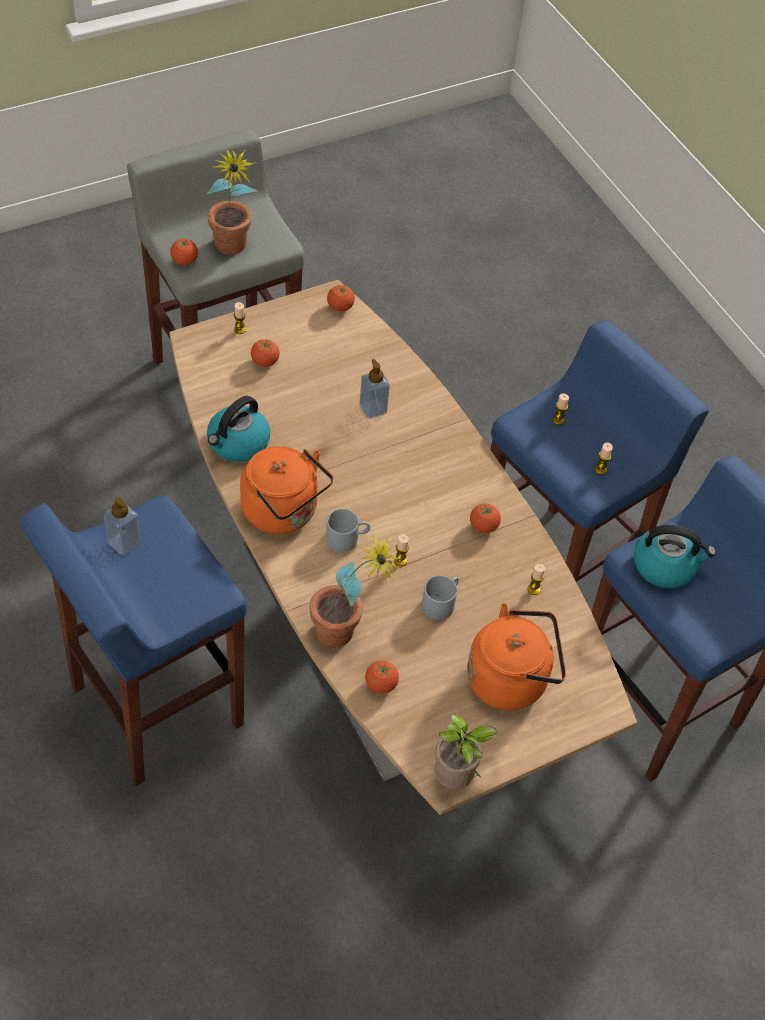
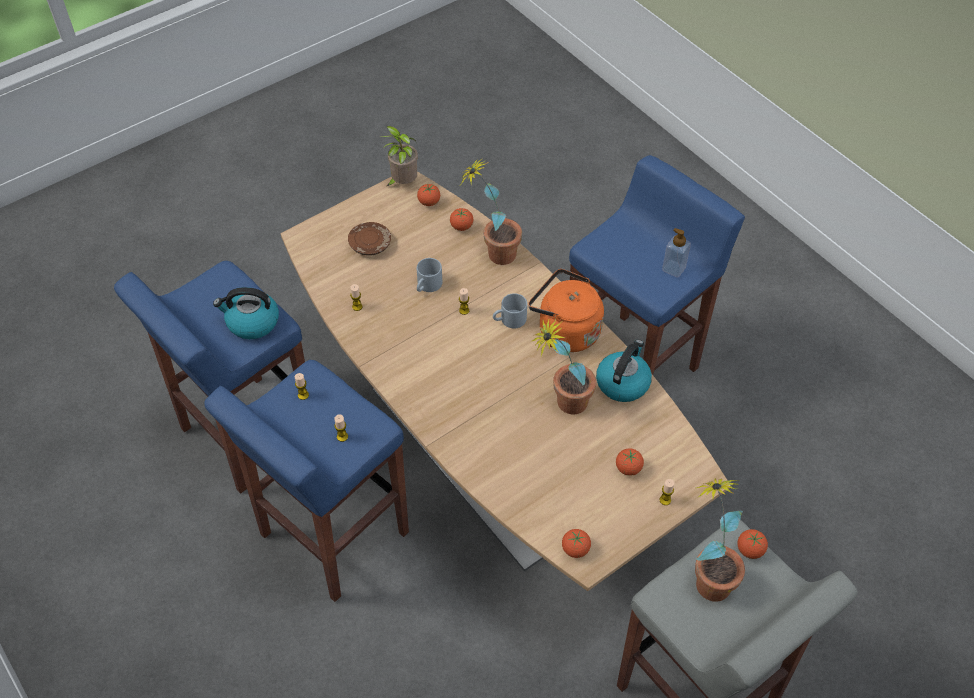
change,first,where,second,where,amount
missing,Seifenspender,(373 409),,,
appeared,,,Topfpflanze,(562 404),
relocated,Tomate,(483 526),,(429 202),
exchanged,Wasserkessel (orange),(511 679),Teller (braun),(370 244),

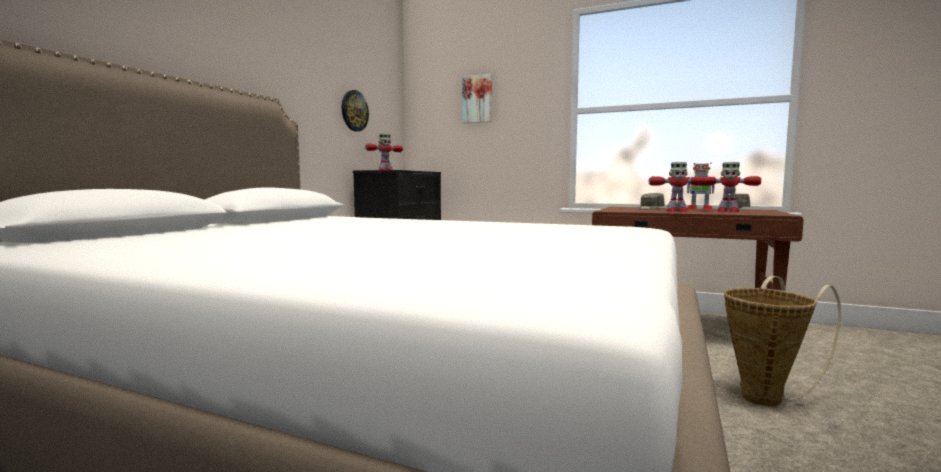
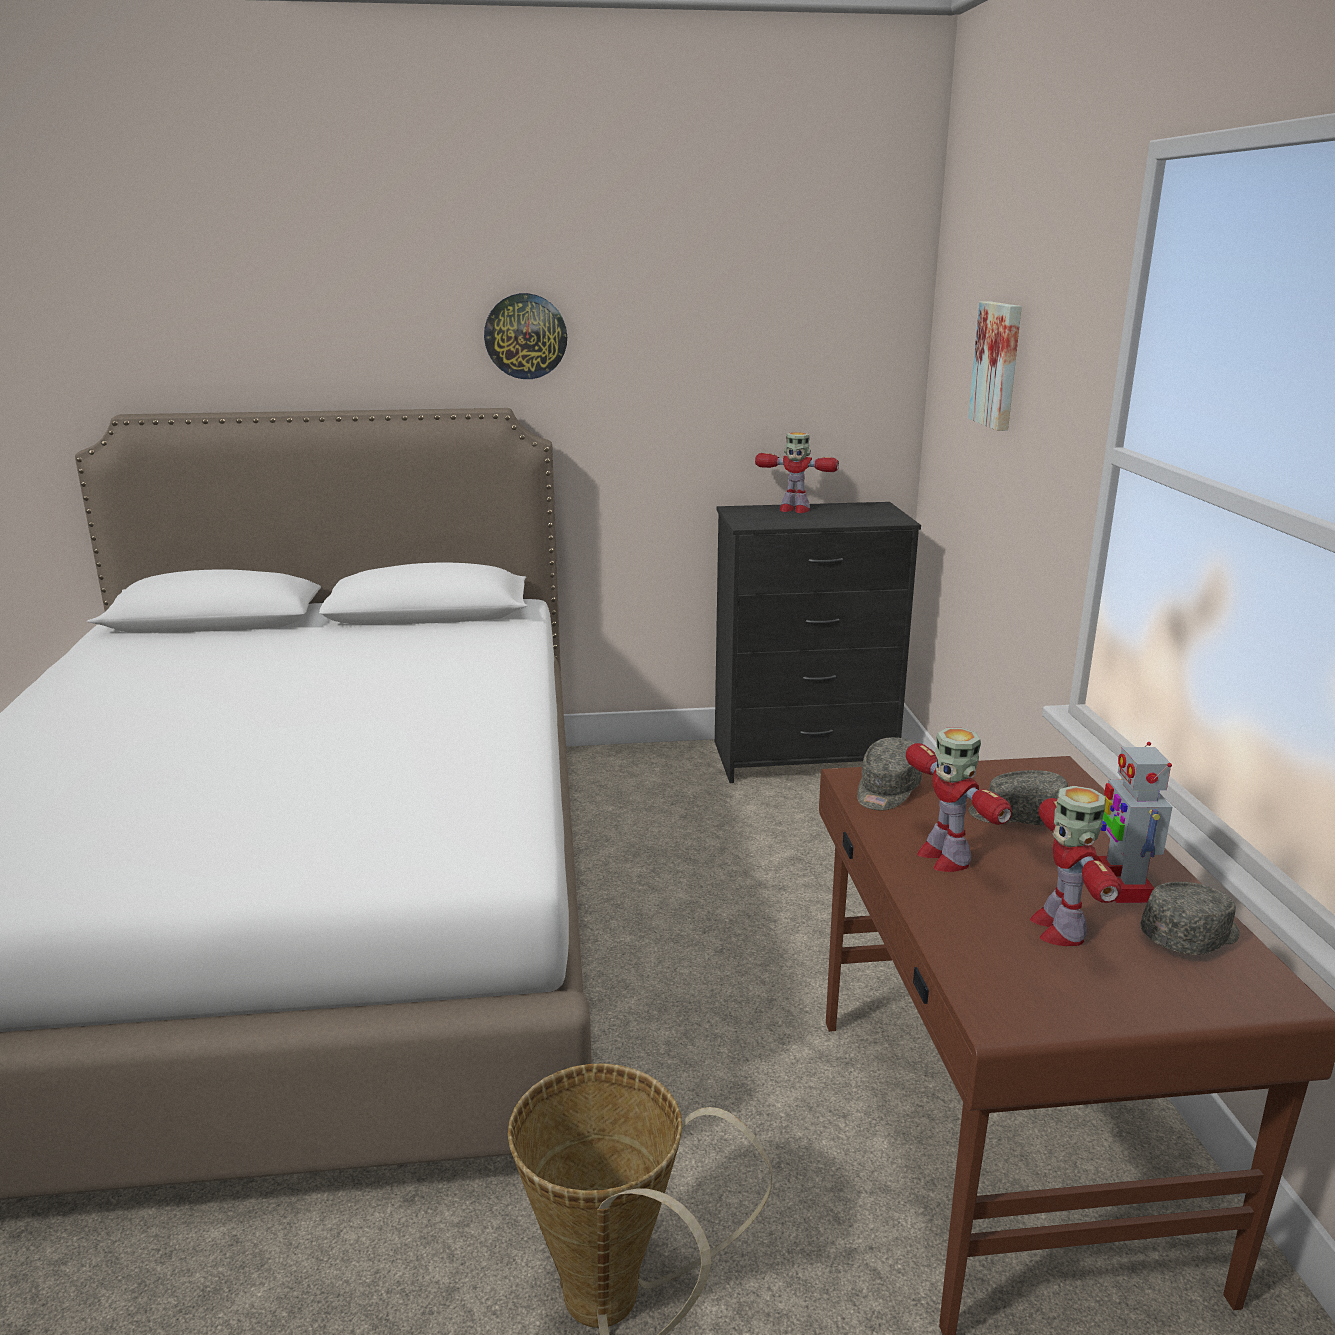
change,first,where,second,where,amount
appeared,,,Kappe (grau),(886 791),
relocated,Wanduhr,(354 111),,(525 336),

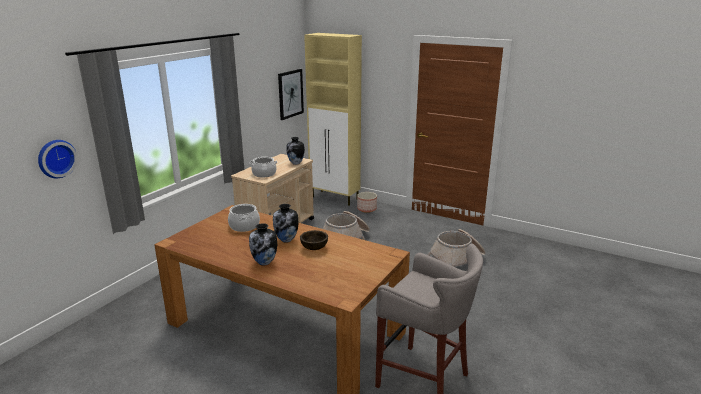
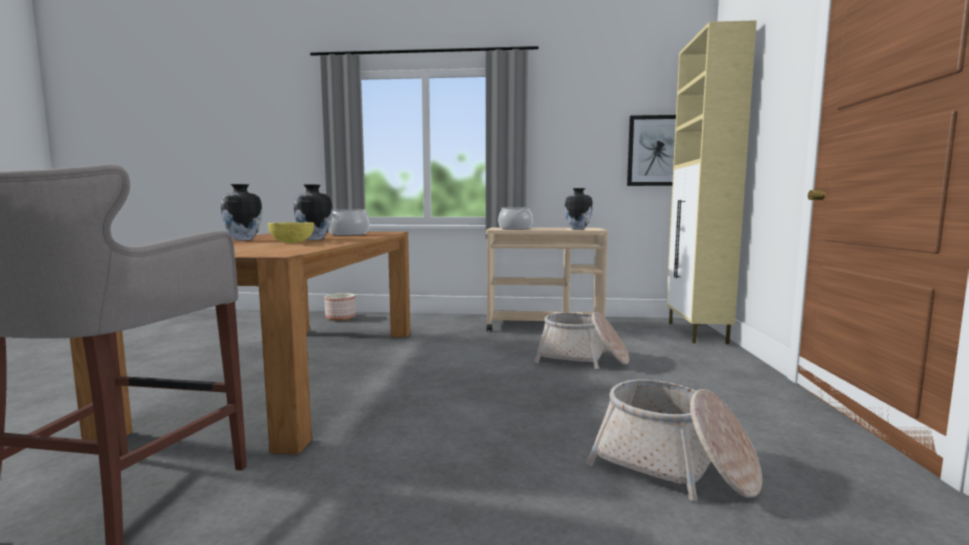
change,first,where,second,where,amount
missing,Wanduhr,(55 158),,,
relocated,Pflanzkübel,(367 209),,(341 317),
colour,Schüssel (braun),(314 247),Schüssel (gelb),(292 243),

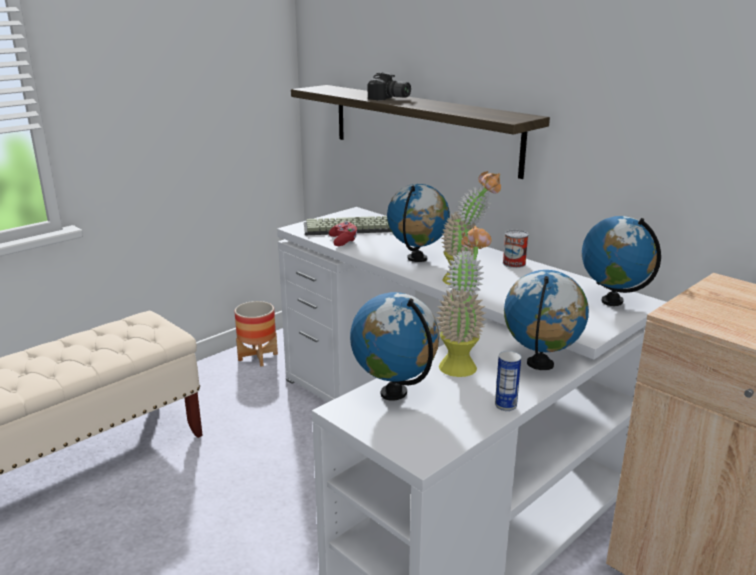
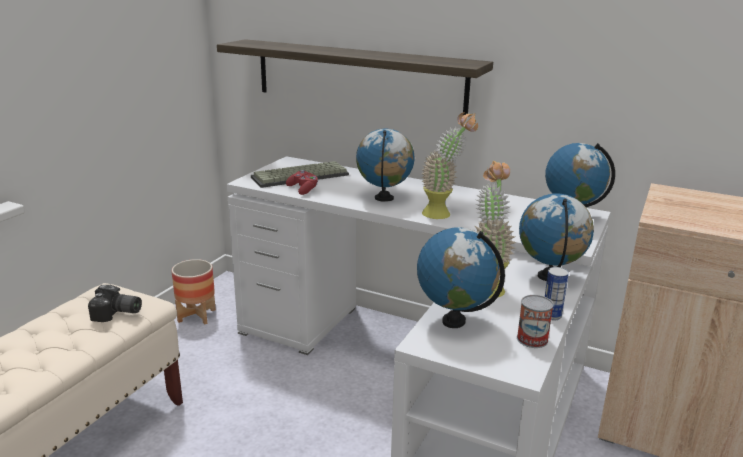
change,first,where,second,where,amount
relocated,Kamera,(389 98),,(117 314),
relocated,Dose,(514 263),,(532 339),

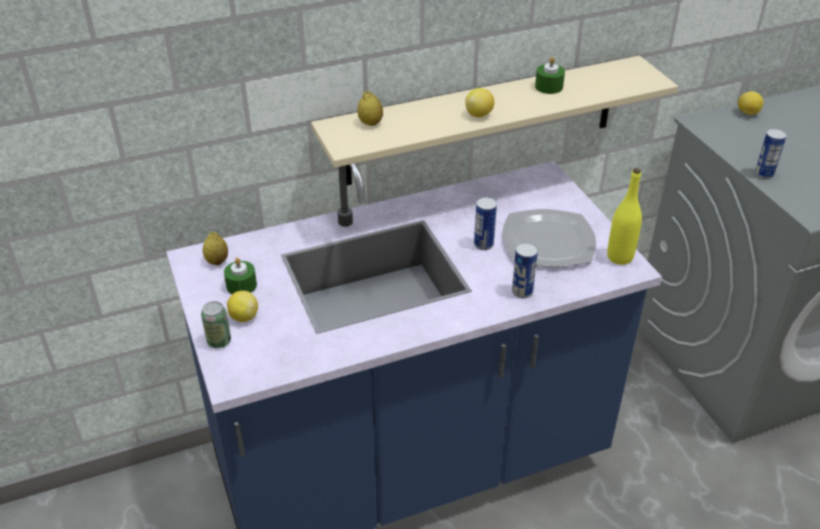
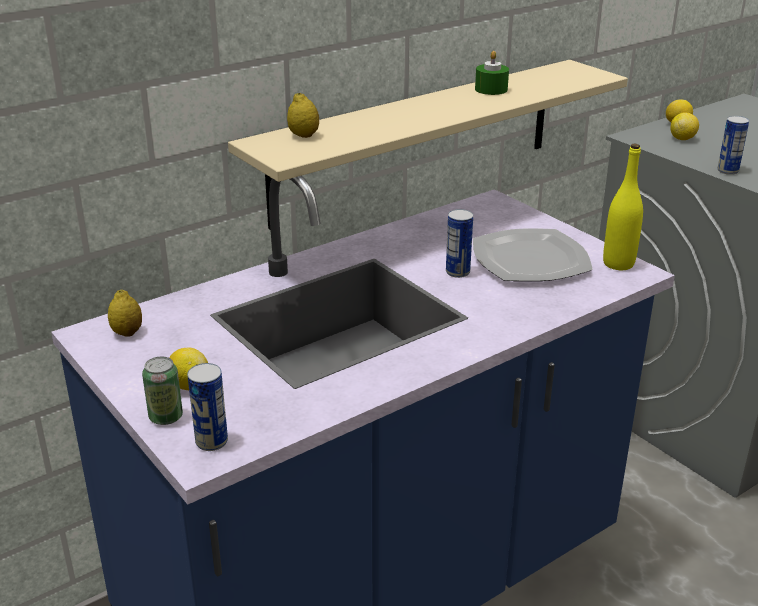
change,first,where,second,where,amount
missing,Kerze (grün),(241 285),,,
relocated,Zitrone,(479 114),,(682 139),
relocated,Dose,(522 292),,(211 442),

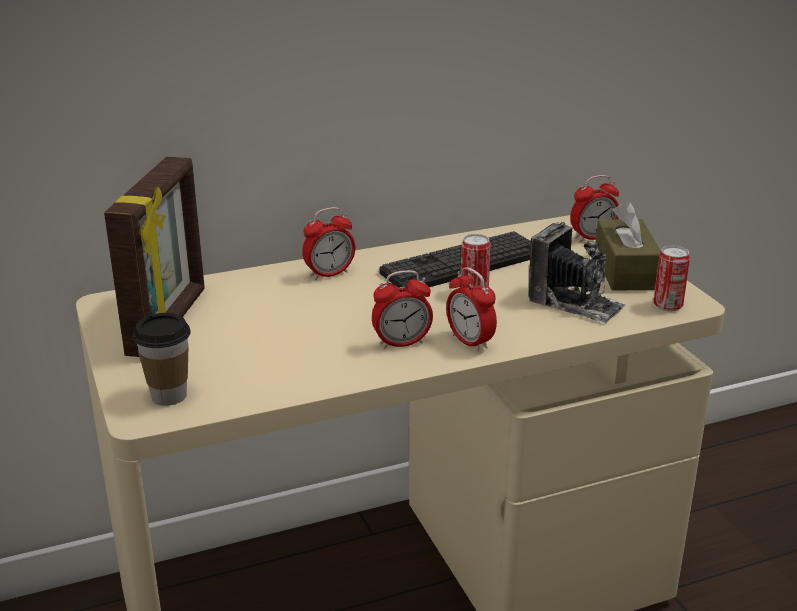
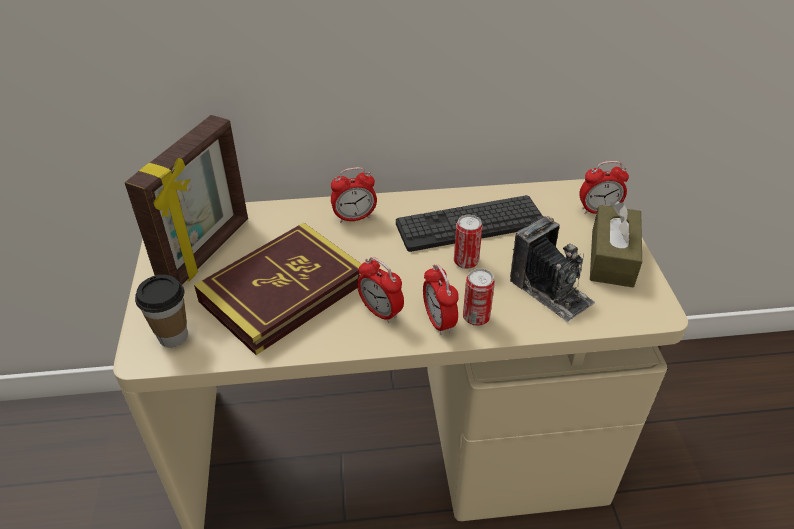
change,first,where,second,where,amount
appeared,,,Buch,(283 292),
relocated,Dose,(667 306),,(476 317),
spun,Wecker,(402 343),,(380 312),45 degrees clockwise

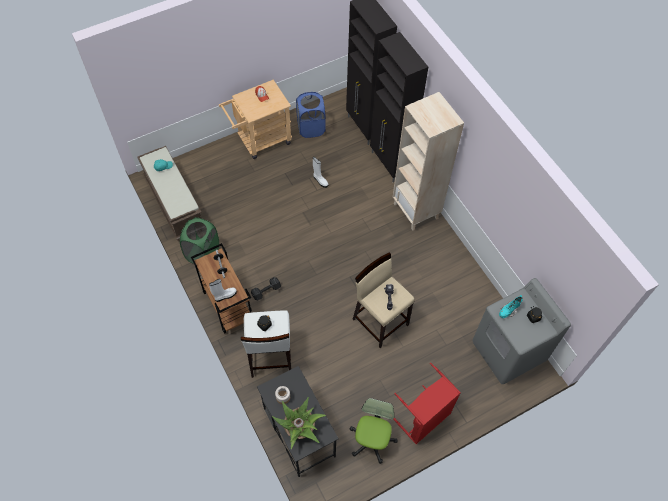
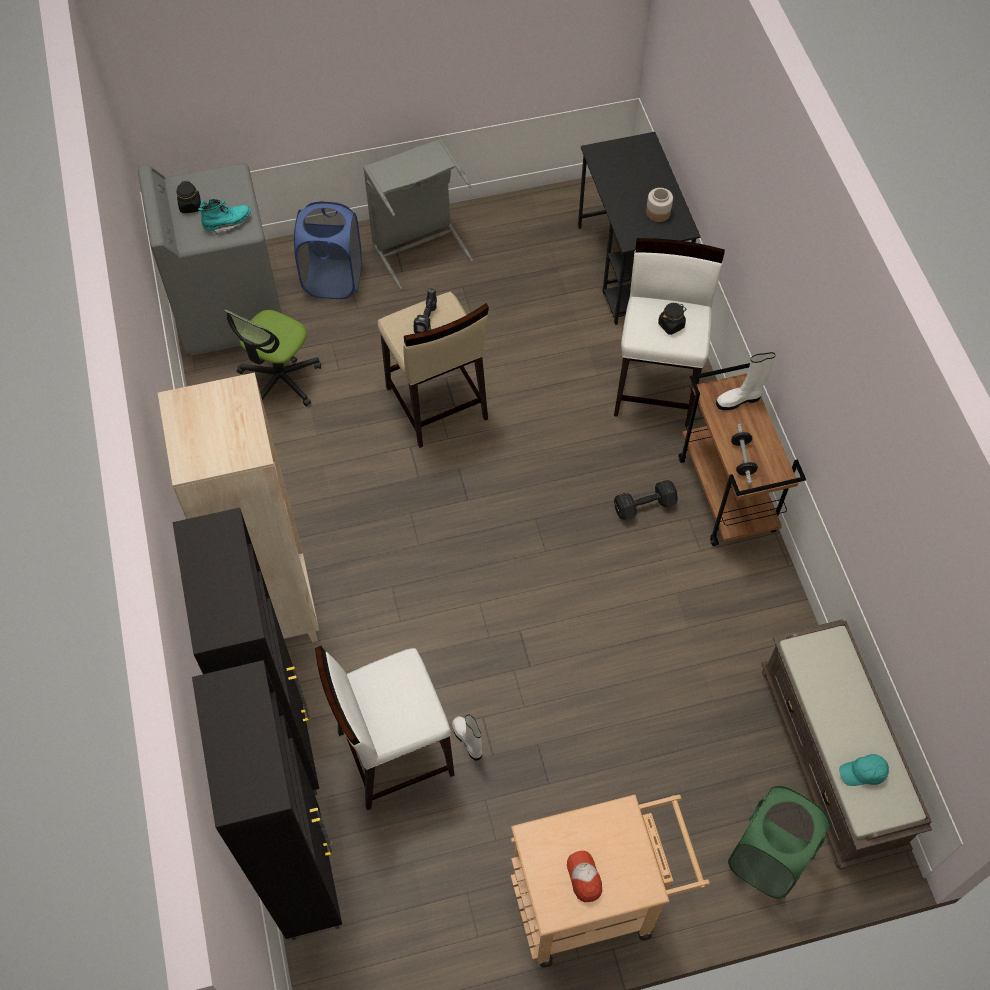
change,first,where,second,where,amount
missing,Topfpflanze,(300 429),,,
appeared,,,Hocker (weiß),(393 753),
relocated,Wäschekorb (grün),(203 253),,(768 858),
relocated,Wäschekorb (blau),(311 128),,(333 279),
relocated,Bürostuhl,(371 440),,(280 380),
colour,Wäschekorb (rot),(424 419),Wäschekorb (grau),(418 245),

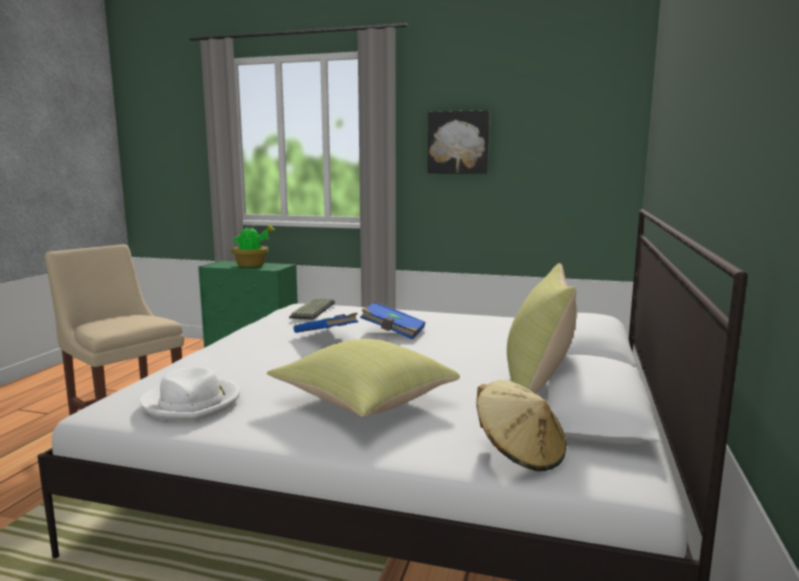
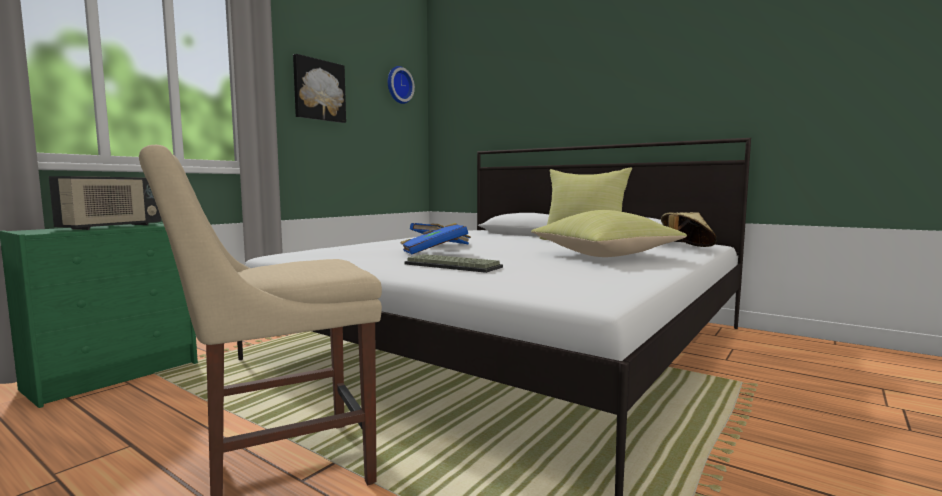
change,first,where,second,where,amount
missing,Hut (weiß),(192 403),,,
appeared,,,Wanduhr,(398 85),
relocated,Tastatur,(314 310),,(454 265),
exchanged,Topfpflanze,(252 265),Radio,(111 227),

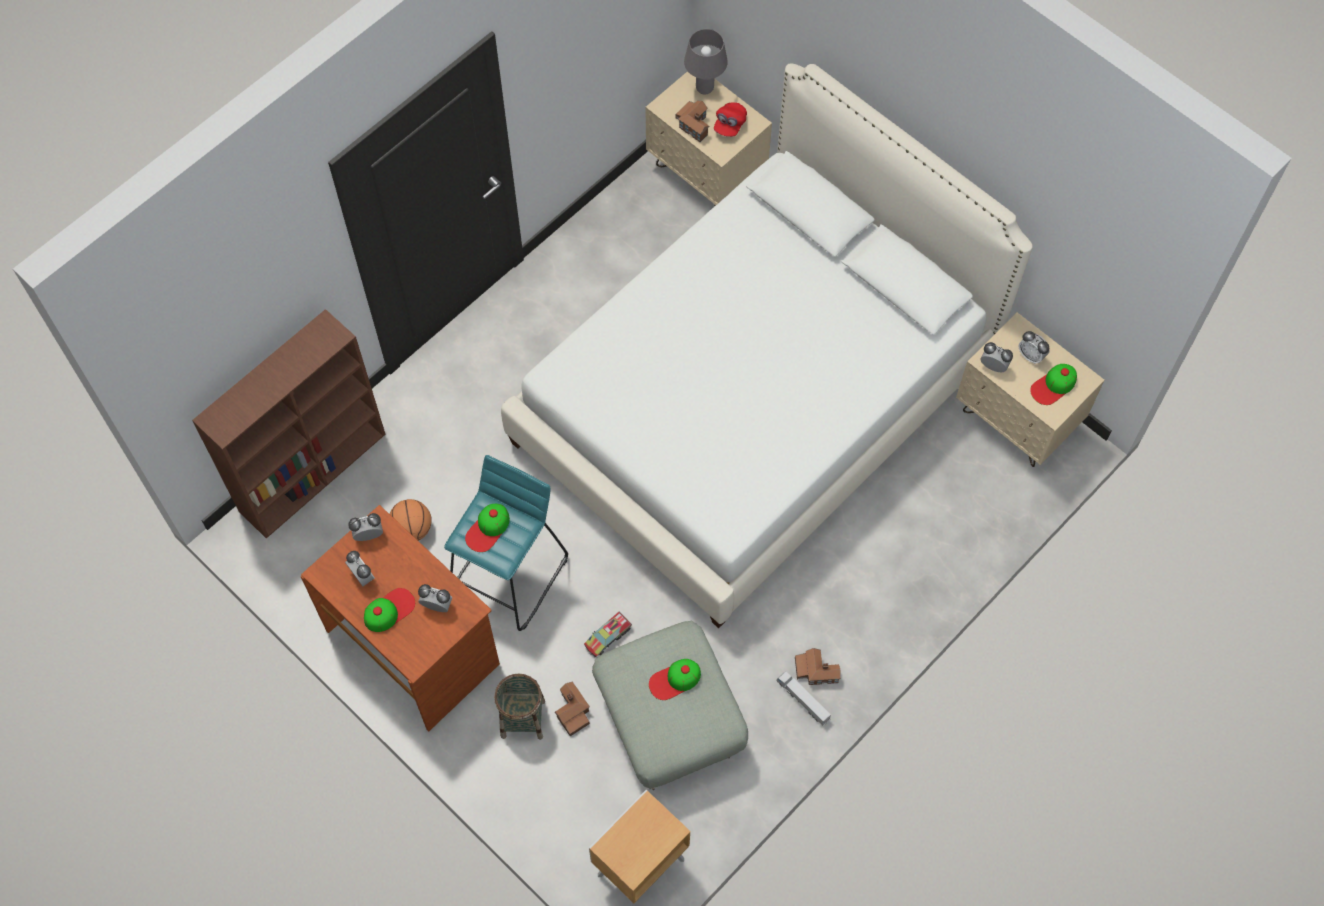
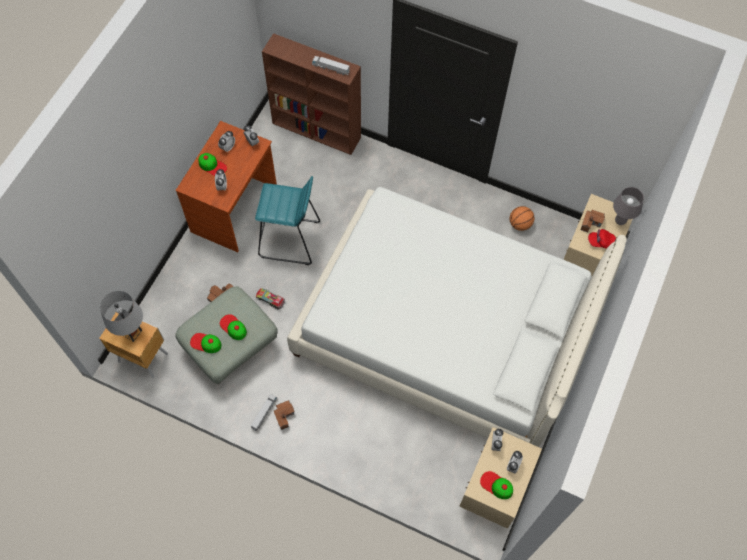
change,first,where,second,where,amount
missing,Korb,(522 718),,,
appeared,,,Tischlampe (grau),(132 332),
appeared,,,Spielzeuglaster,(331 68),
relocated,Basketball,(412 529),,(520 224),
relocated,Kappe,(488 529),,(205 343),

